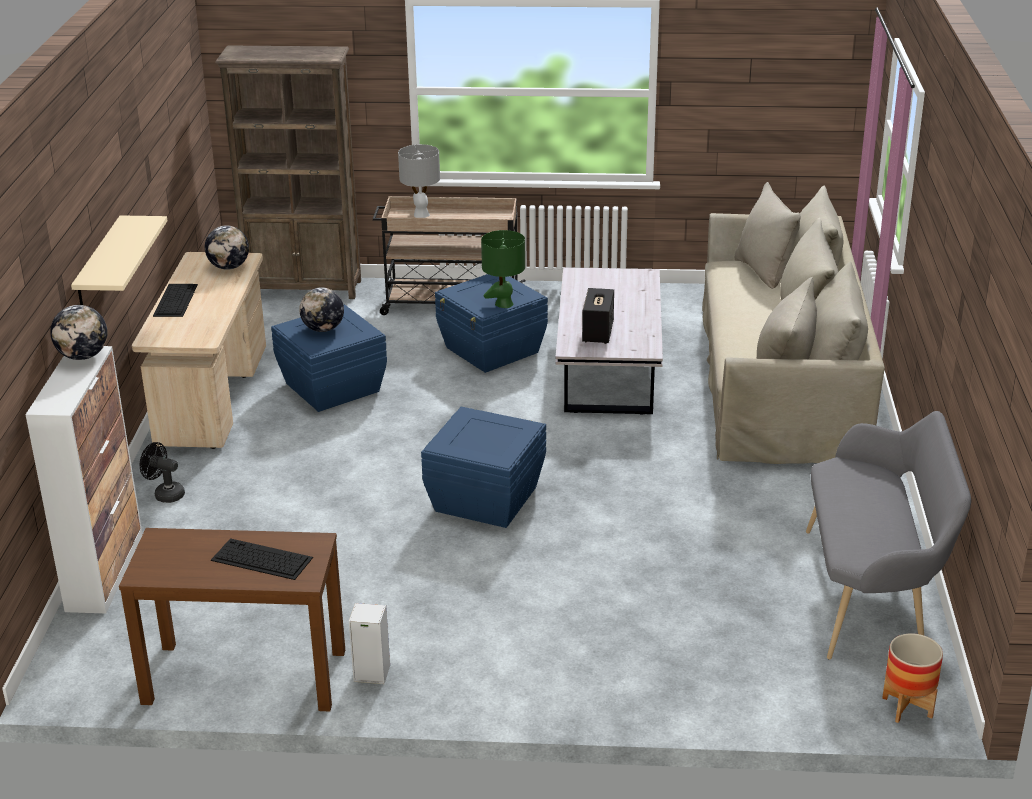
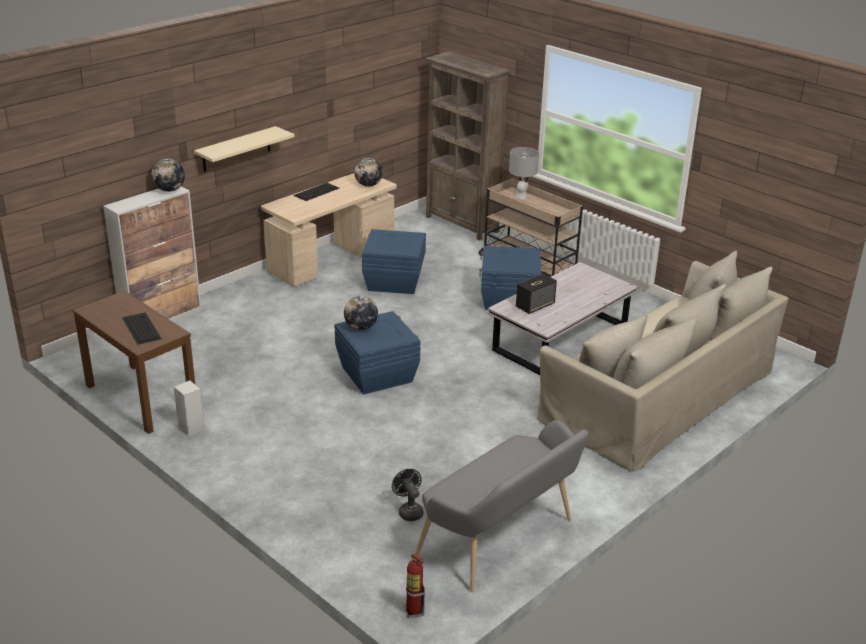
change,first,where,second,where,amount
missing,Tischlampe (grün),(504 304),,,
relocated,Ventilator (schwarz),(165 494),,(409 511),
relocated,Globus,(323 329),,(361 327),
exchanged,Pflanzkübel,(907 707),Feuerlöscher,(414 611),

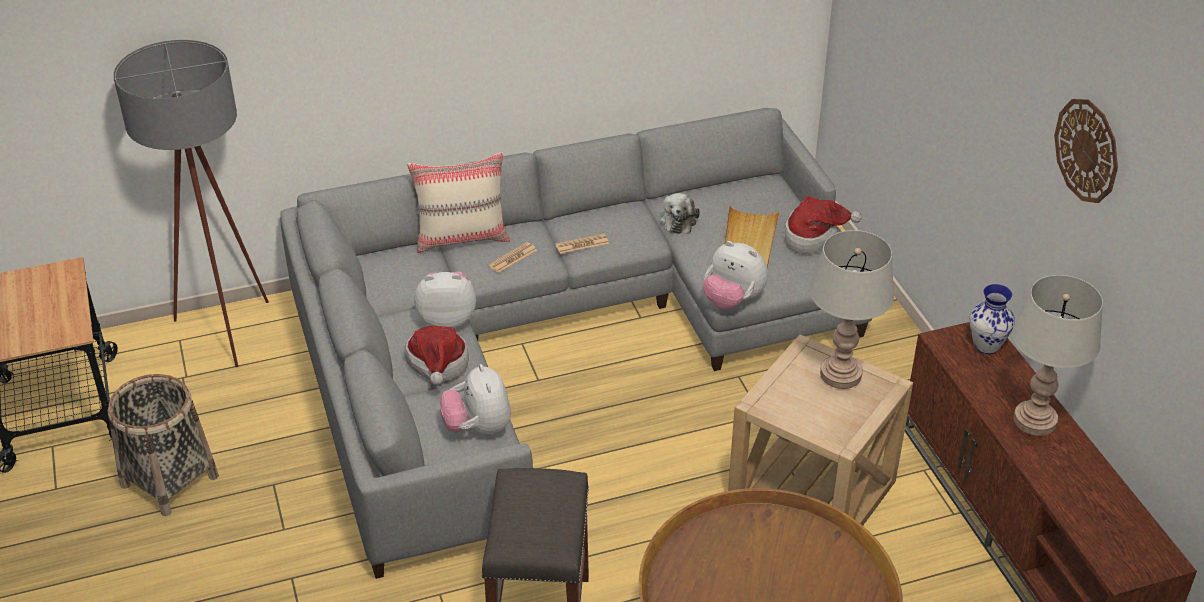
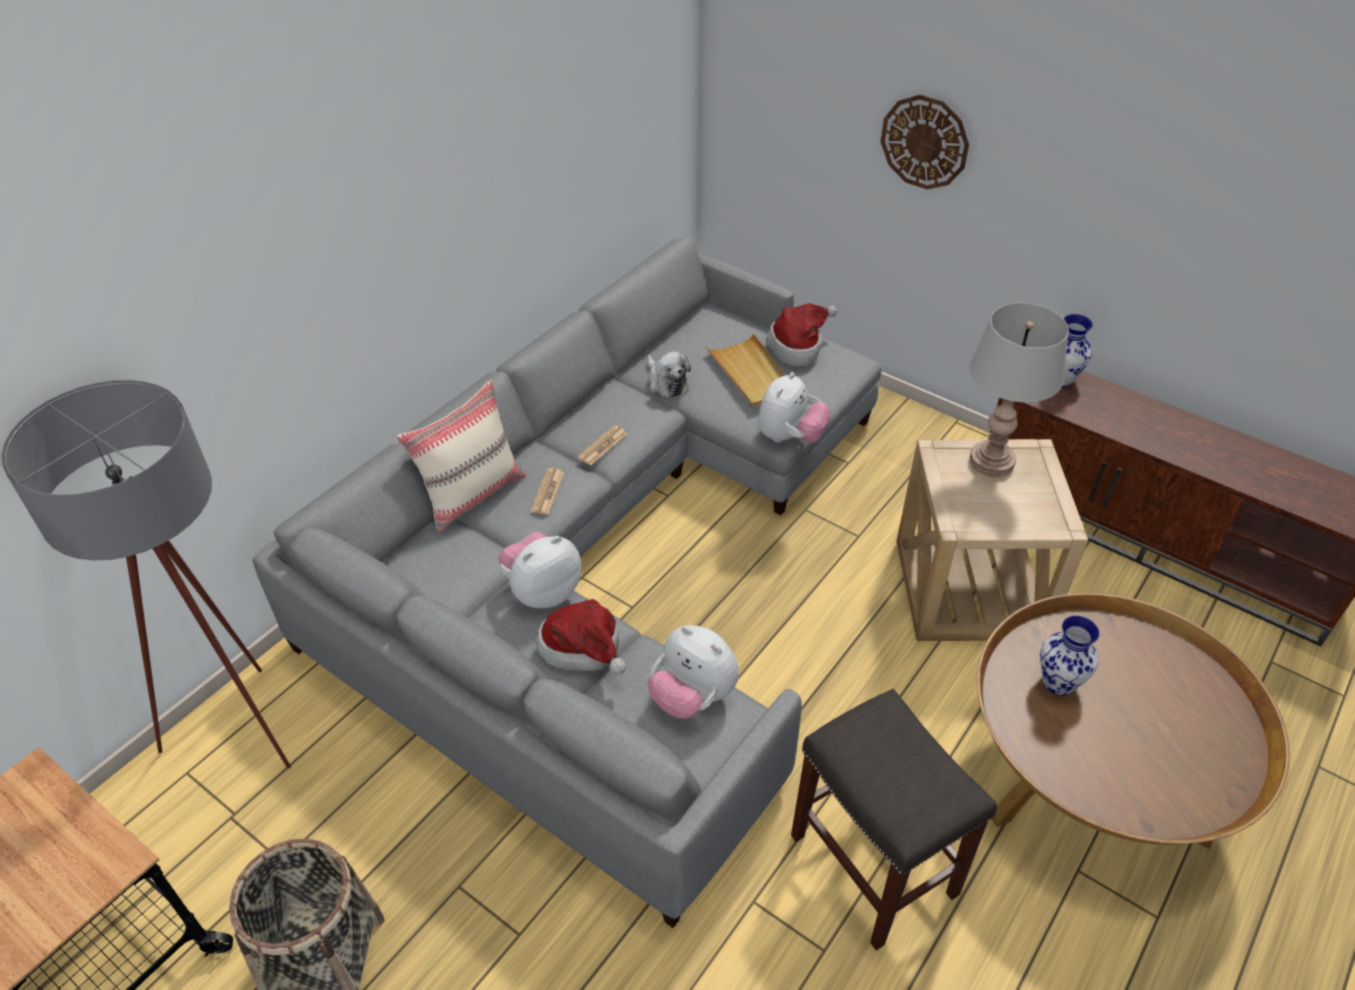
change,first,where,second,where,amount
missing,Tischlampe (grau),(1035 421),,,
appeared,,,Vase,(1059 683),
relocated,Wanduhr,(1087 150),,(924 142),
spun,Plüschtier,(732 300),,(790 437),60 degrees counterclockwise

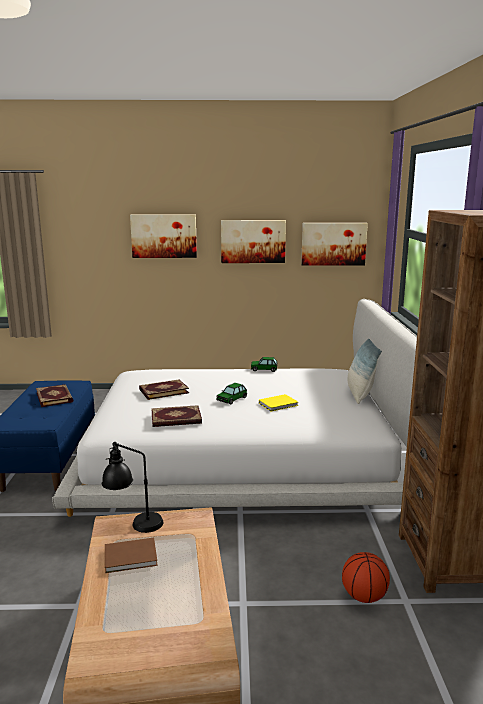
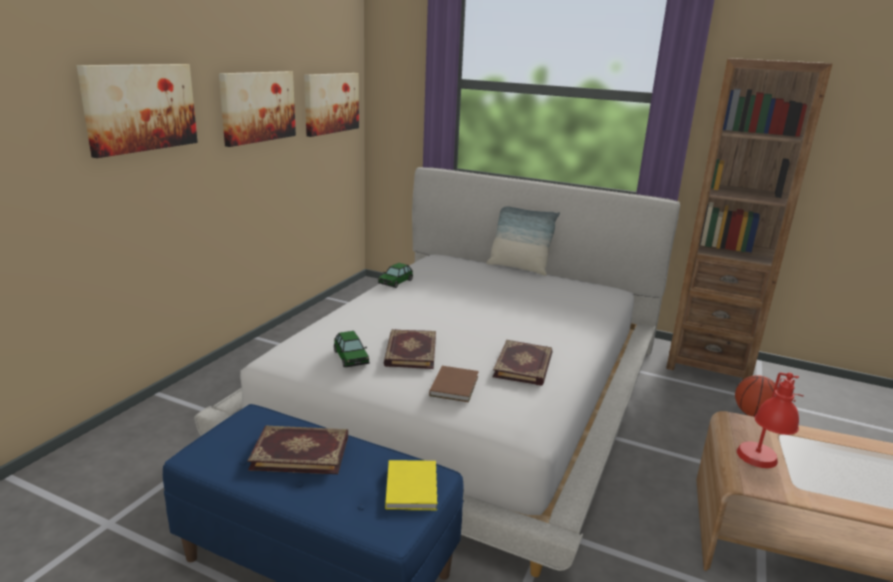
change,first,where,second,where,amount
relocated,Buch (braun),(132 557),,(455 385),
relocated,Spielzeugauto,(232 399),,(351 357),
relocated,Buch (gelb),(279 404),,(412 486),
colour,Tischlampe (schwarz),(134 525),Tischlampe (rot),(759 466),

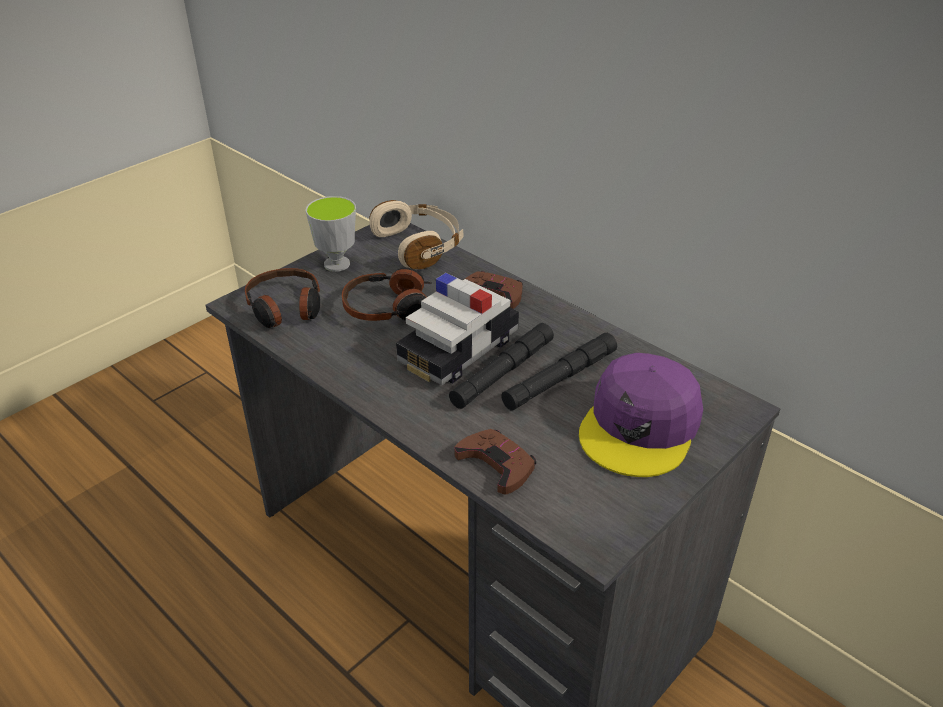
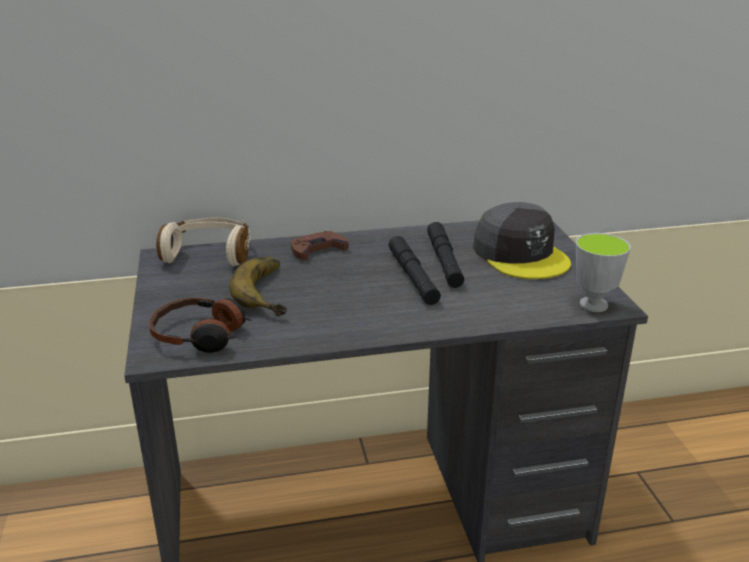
change,first,where,second,where,amount
missing,Spielzeugauto,(458 350),,,
missing,Gamepad (braun),(496 464),,,
relocated,Tasse,(337 264),,(593 305),
exchanged,Kopfhörer,(389 307),Banane,(272 291),
colour,Kappe (lila),(640 426),Kappe (grau),(520 254),

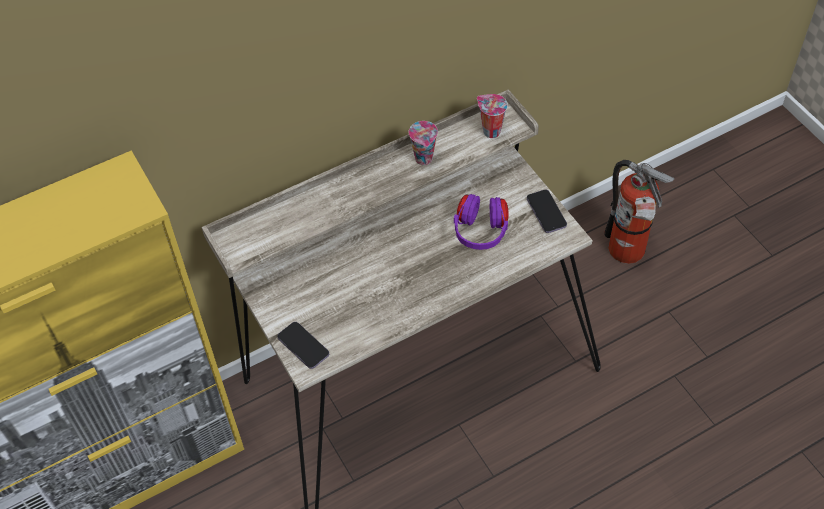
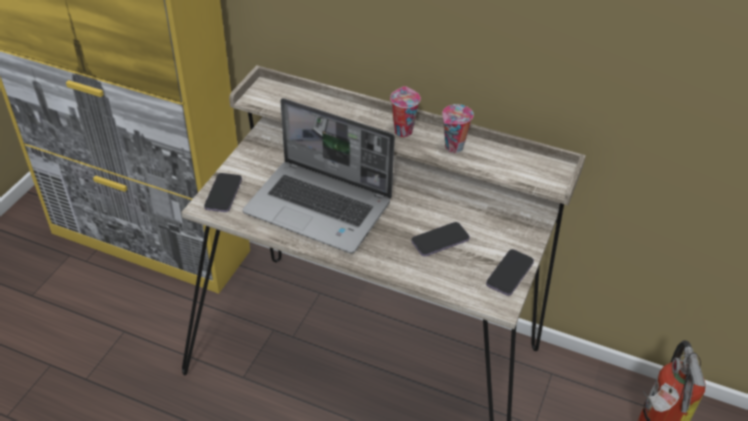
change,first,where,second,where,amount
appeared,,,Laptop,(320 207),
relocated,Tasse,(490 131),,(402 130),
exchanged,Kopfhörer (lila),(480 232),Handy,(440 241),

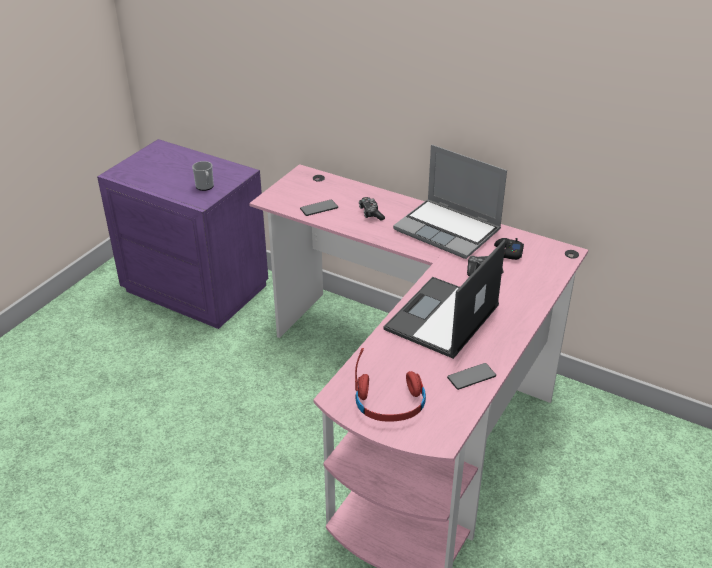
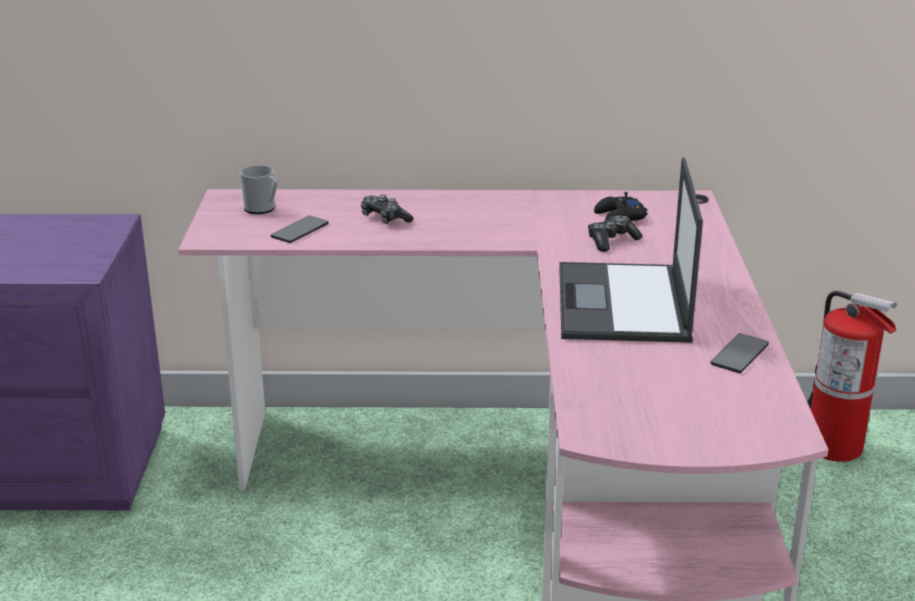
change,first,where,second,where,amount
missing,Kopfhörer (rot),(390 404),,,
missing,Laptop,(449 230),,,
appeared,,,Feuerlöscher,(835 447),
relocated,Henkelbecher,(205 187),,(262 209),

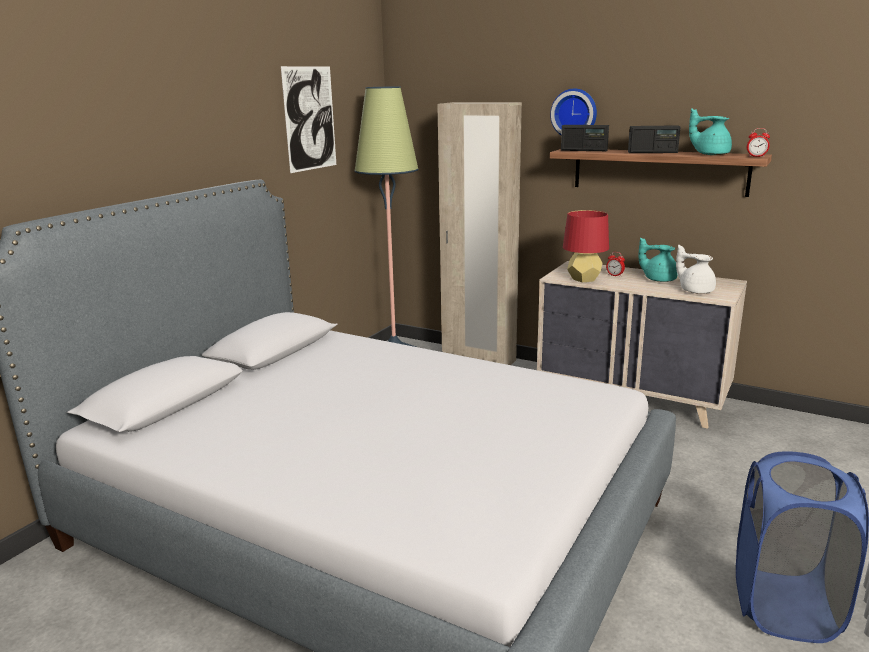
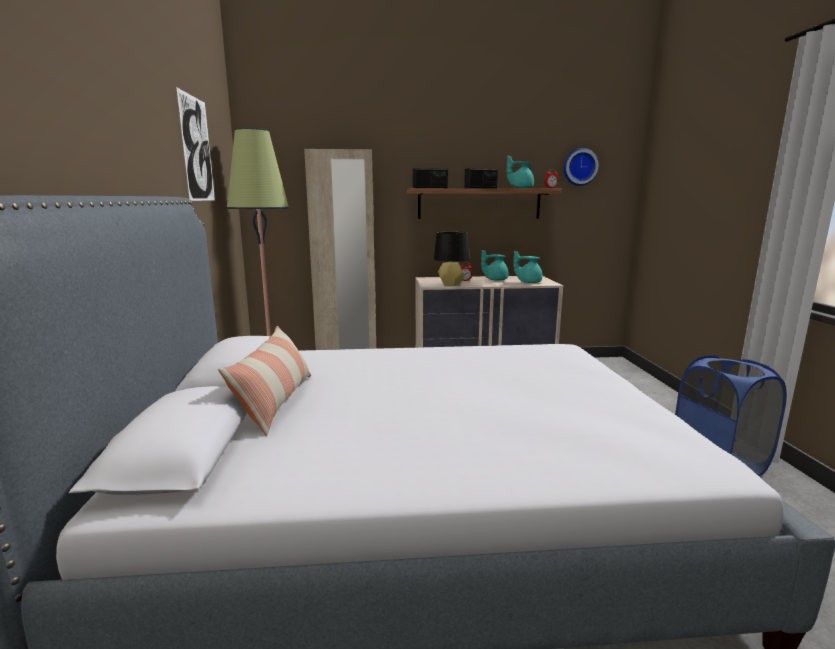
change,first,where,second,where,amount
appeared,,,Kissen,(276 401),
relocated,Wanduhr,(574 113),,(579 167),
colour,Tischlampe (rot),(584 279),Tischlampe (schwarz),(451 284),
colour,Teekanne (weiß),(695 290),Teekanne (türkis),(528 282),

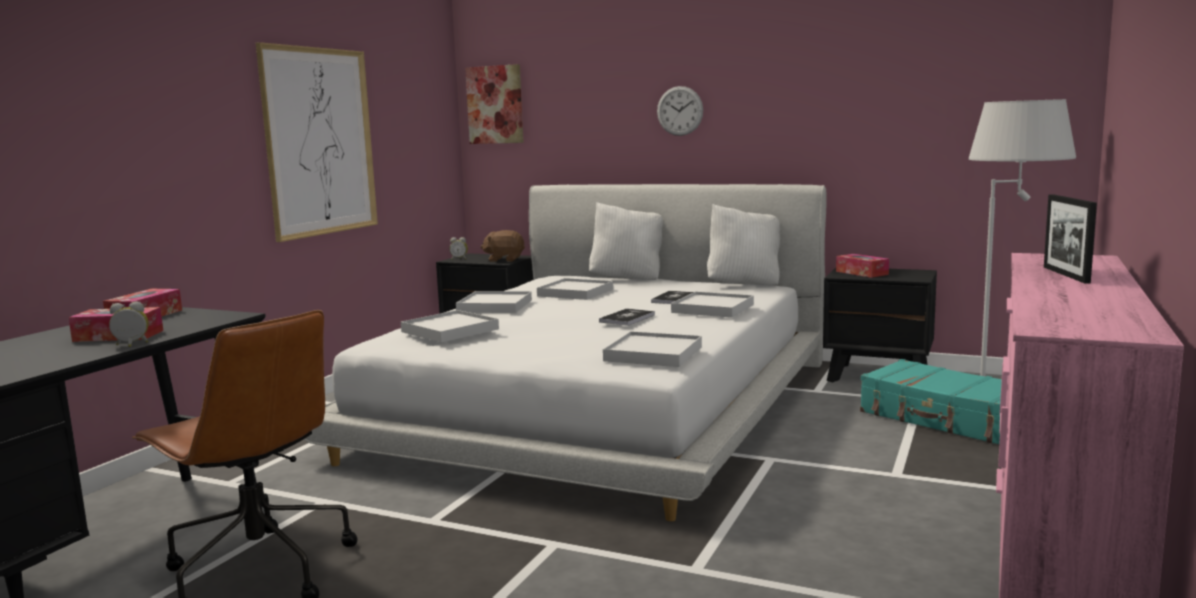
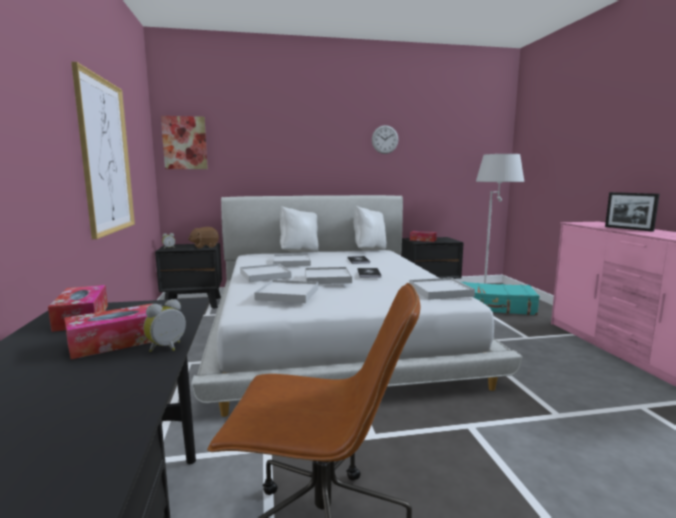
change,first,where,second,where,amount
relocated,Wanduhr,(680 111),,(385 139),
relocated,Tablett (weiß),(713 308),,(327 278),

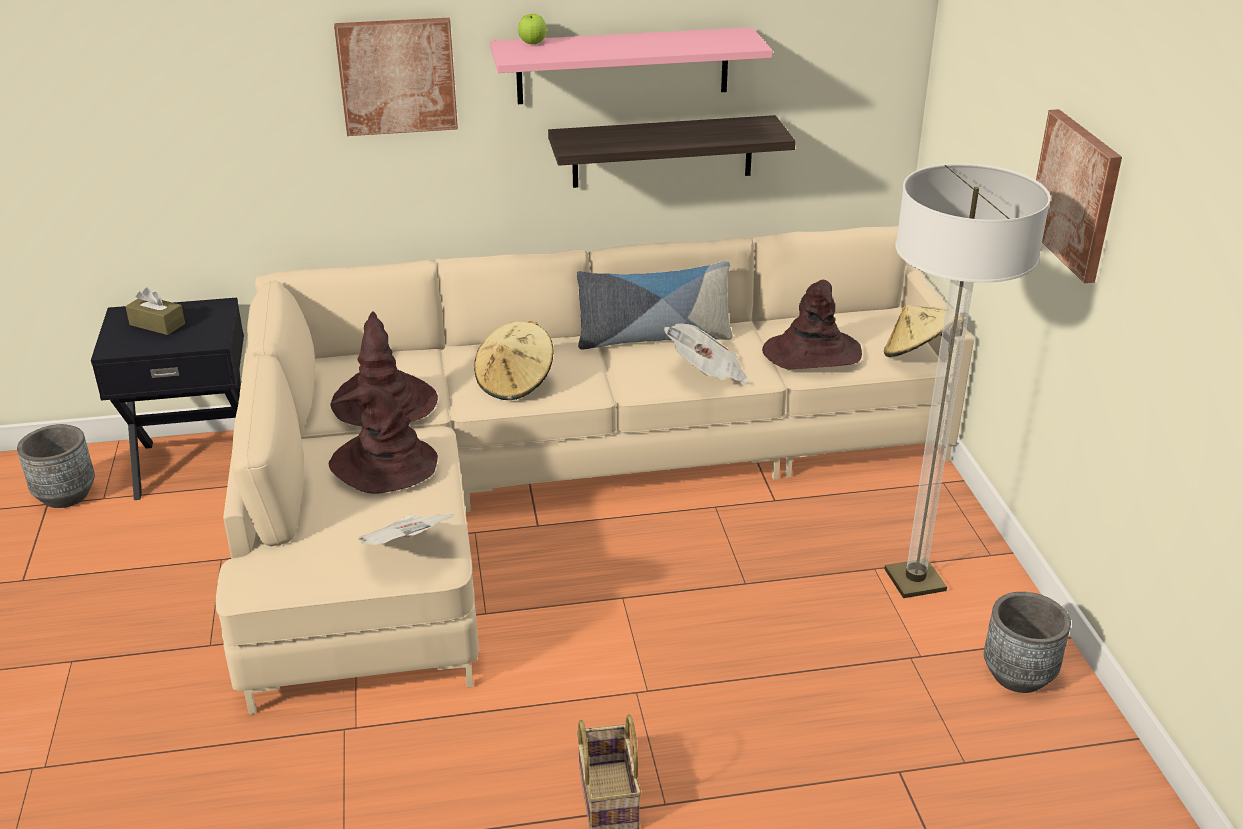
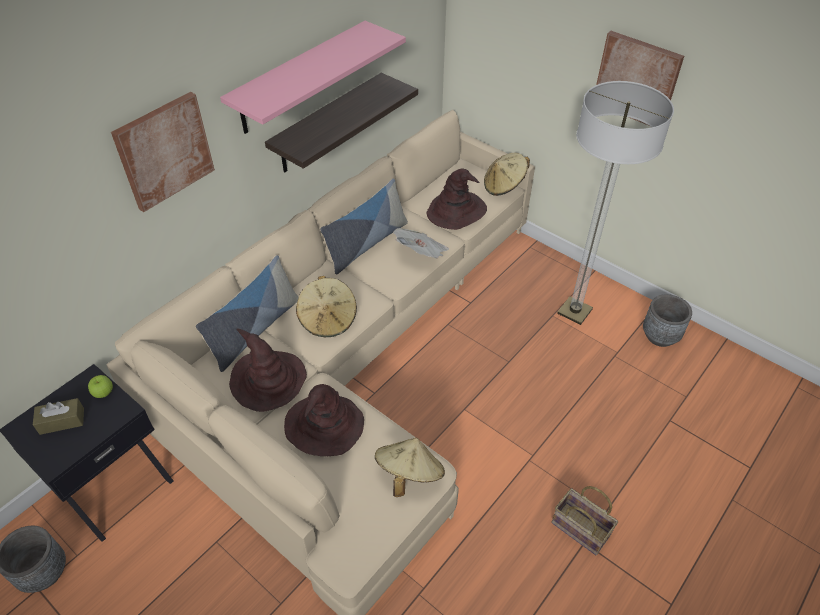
change,first,where,second,where,amount
appeared,,,Kissen,(254 330),
relocated,Apfel,(532 43),,(104 393),
exchanged,Zeitung,(408 549),Hut (beige),(409 474),

